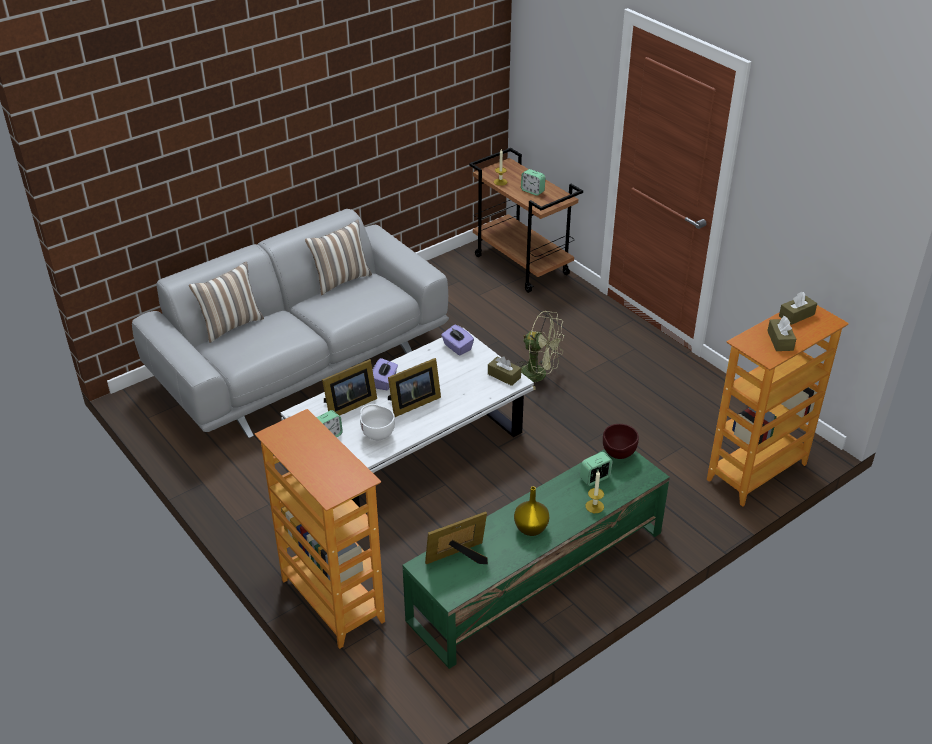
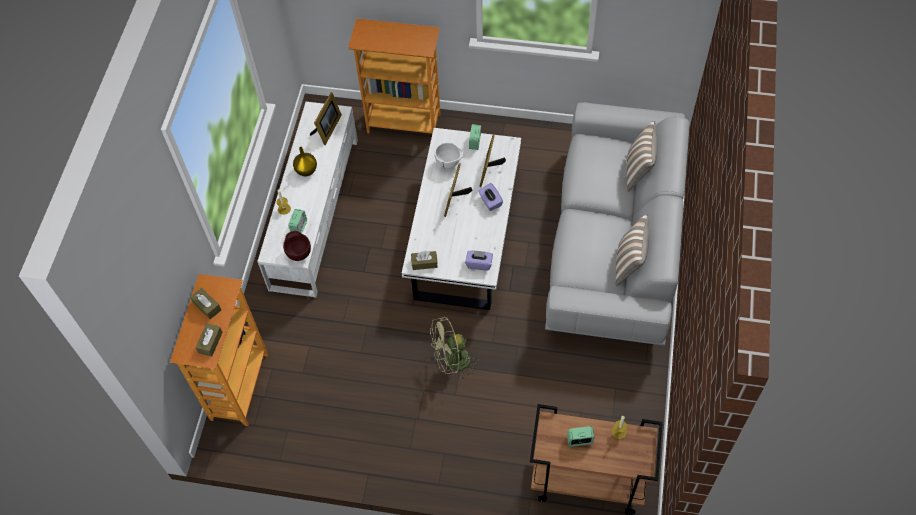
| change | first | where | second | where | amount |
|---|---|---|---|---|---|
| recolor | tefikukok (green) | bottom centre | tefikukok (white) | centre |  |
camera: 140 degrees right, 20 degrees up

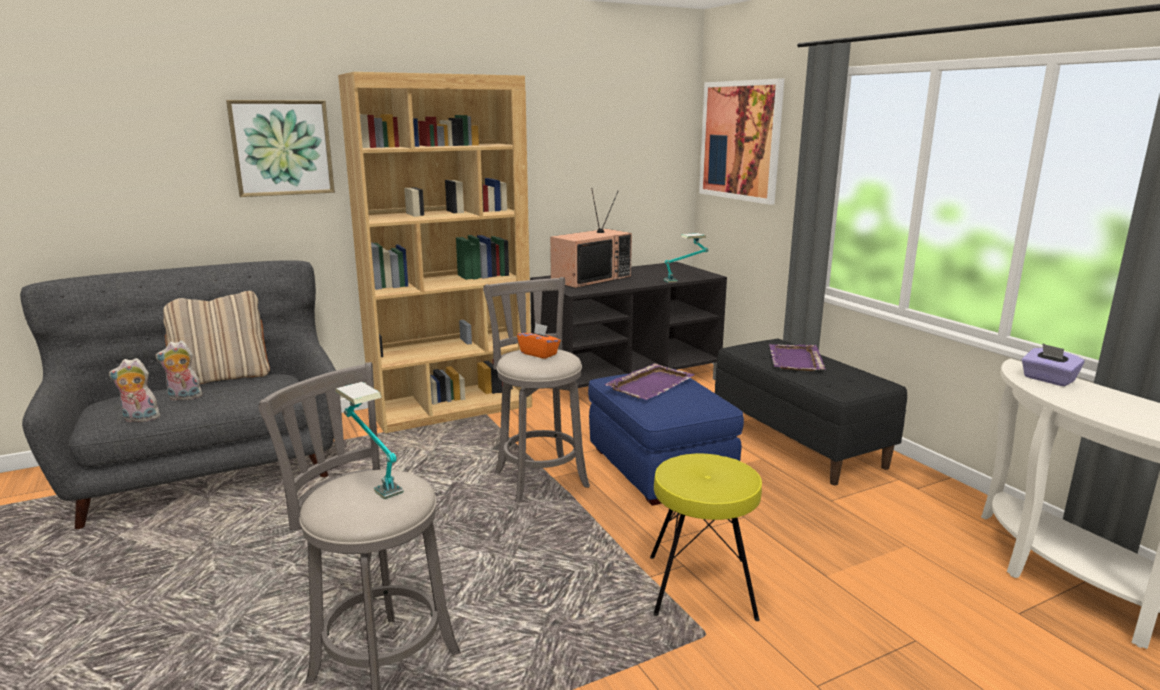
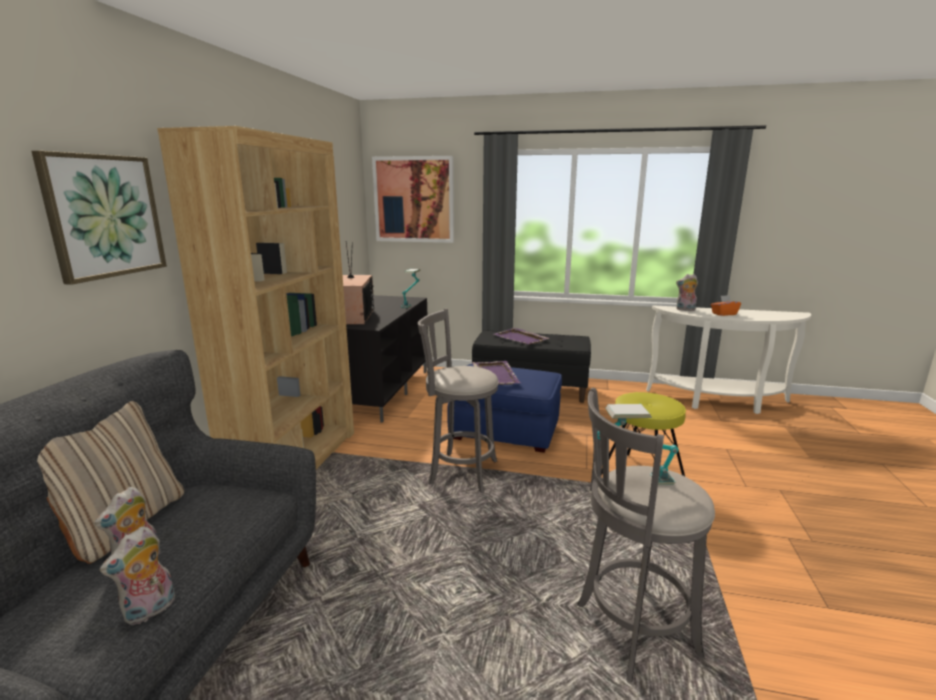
| change | first | where | second | where | amount |
|---|---|---|---|---|---|
| replace | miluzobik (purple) | middle right | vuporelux (3rd from left) | middle right |  |
| move | miluzobik (orange) | centre |  | middle right |  |
camera: 50 degrees left, 0 degrees up

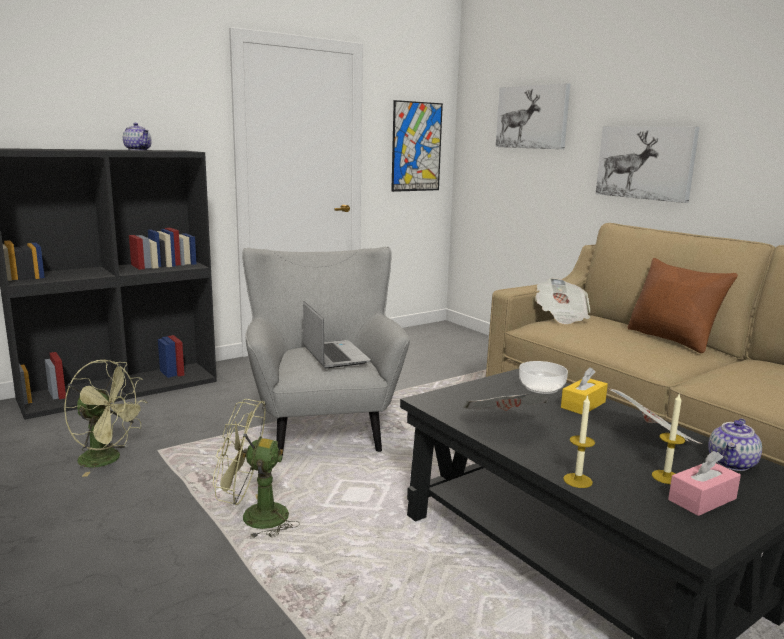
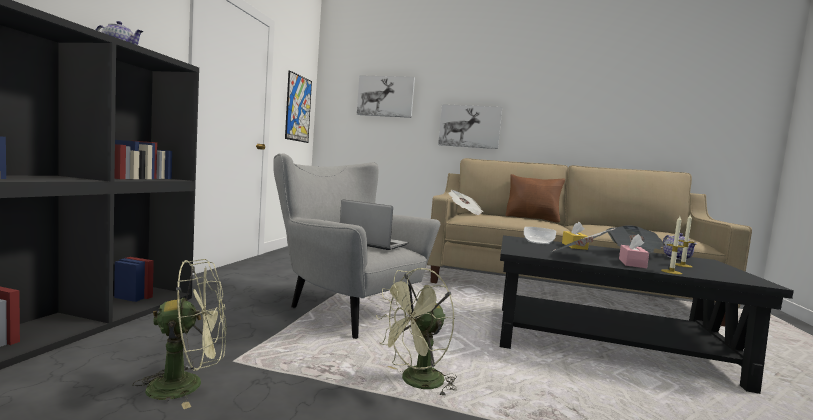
| change | first | where | second | where | amount |
|---|---|---|---|---|---|
| move | miluzobik (pink) | bottom right |  | middle right |  |
camera: 40 degrees left, 10 degrees down

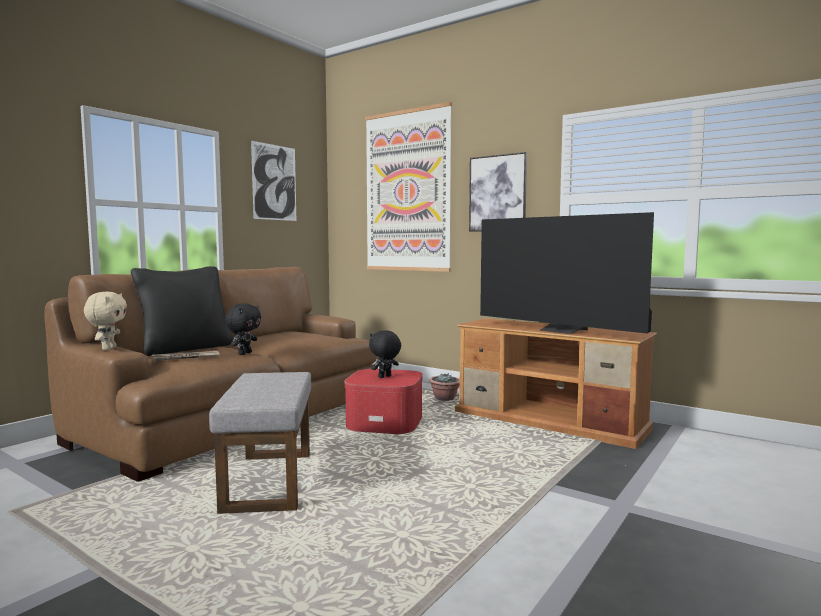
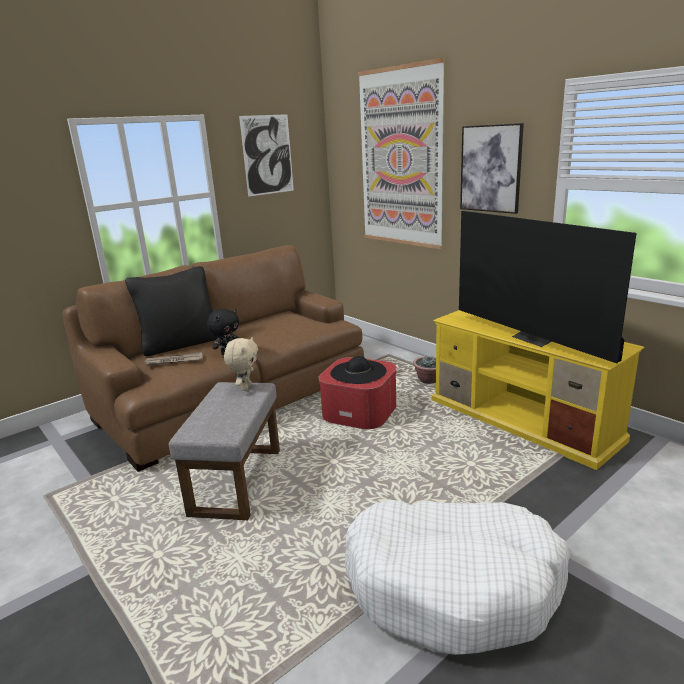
| change | first | where | second | where | amount |
|---|---|---|---|---|---|
| move | vuporelux (beige) | middle left |  | centre |  |
| replace | vuporelux (black) (2nd from left) | centre | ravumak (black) | centre |  |
| insert |  |  | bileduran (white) | bottom right |  |
| recolor | tefikukok (brown) | middle right | tefikukok (yellow) | middle right |  |
camera: 15 degrees right, 15 degrees up

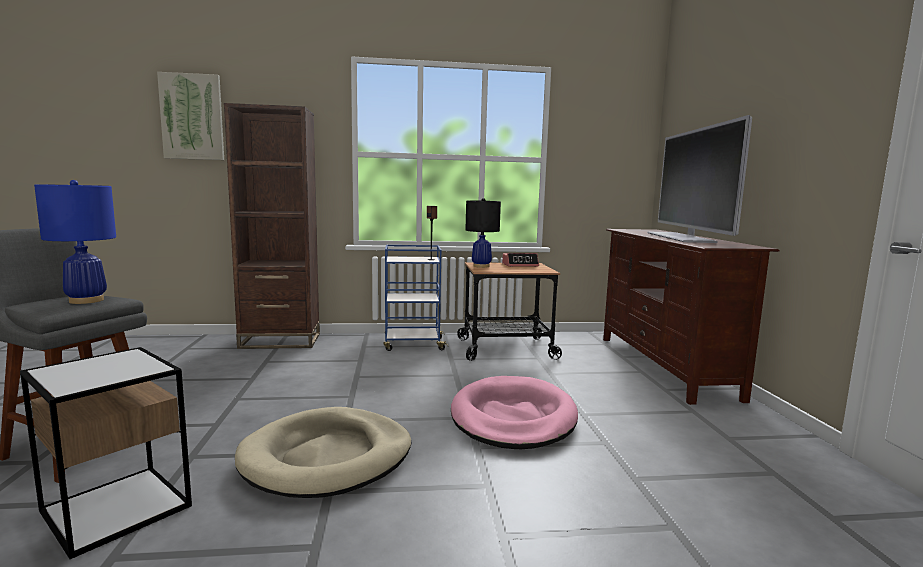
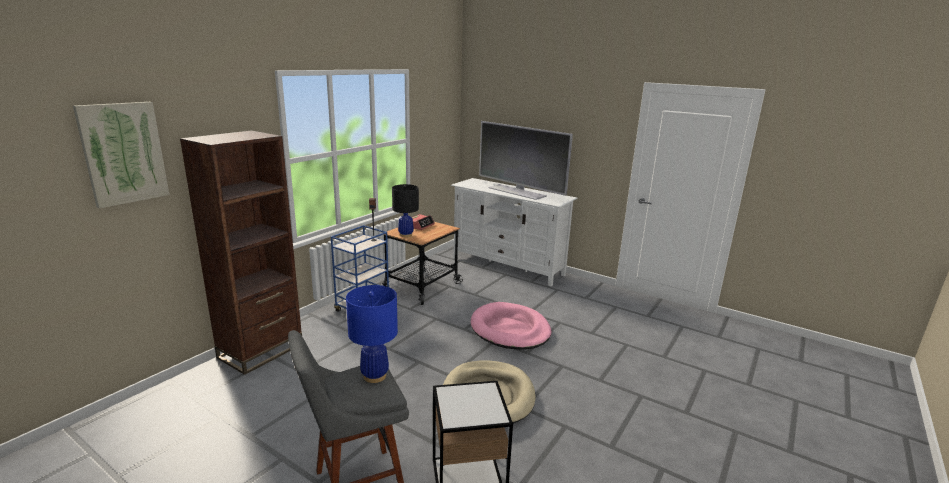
| change | first | where | second | where | amount |
|---|---|---|---|---|---|
| recolor | tefikukok (brown) | middle right | tefikukok (white) | centre |  |
camera: 50 degrees left, 10 degrees up

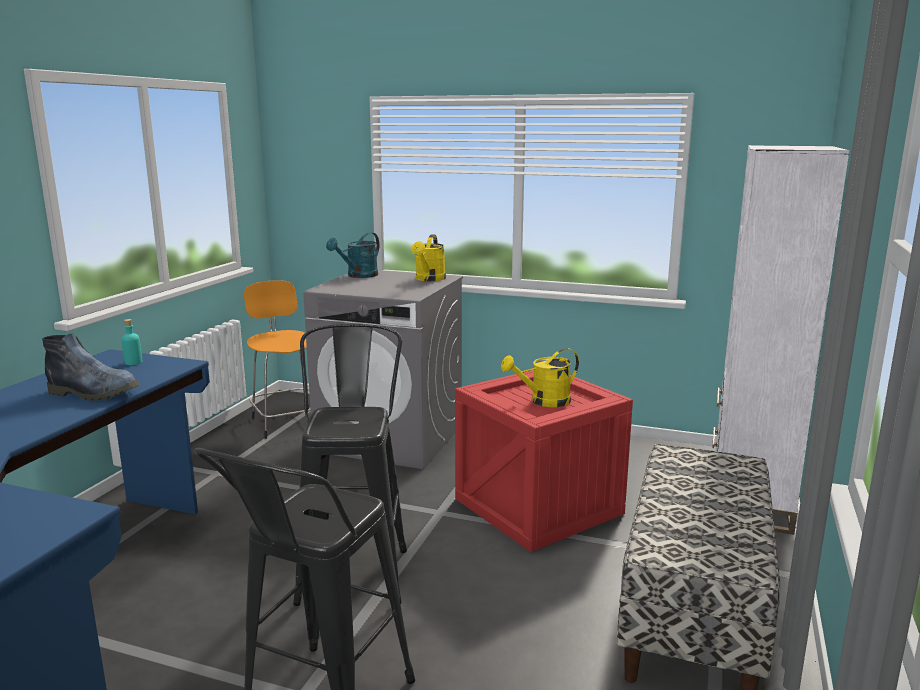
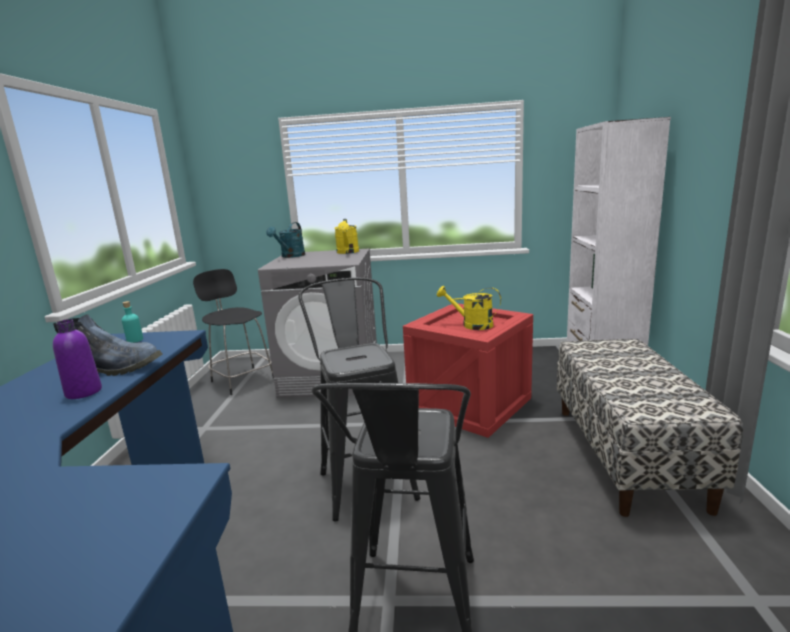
| change | first | where | second | where | amount |
|---|---|---|---|---|---|
| insert |  |  | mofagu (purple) | middle left |  |
| recolor | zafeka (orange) | middle left | zafeka (black) (1st from left) | middle left |  |
| rotate | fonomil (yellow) (2nd from left) | centre |  | centre | 60 degrees clockwise |
camera: 15 degrees left, 0 degrees up

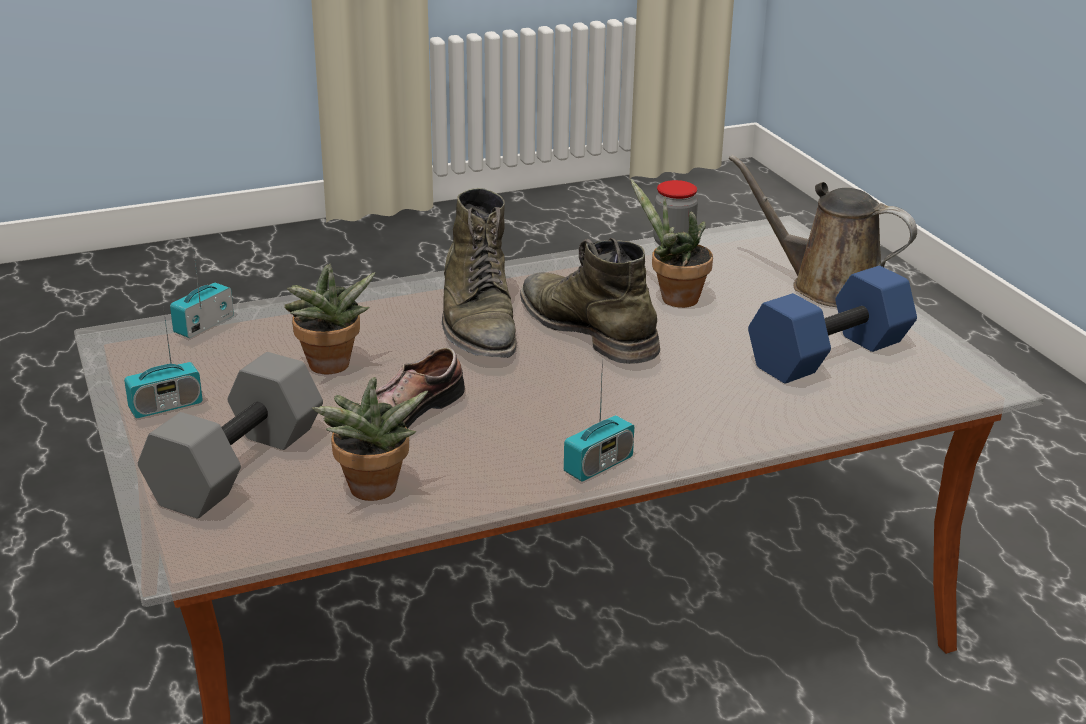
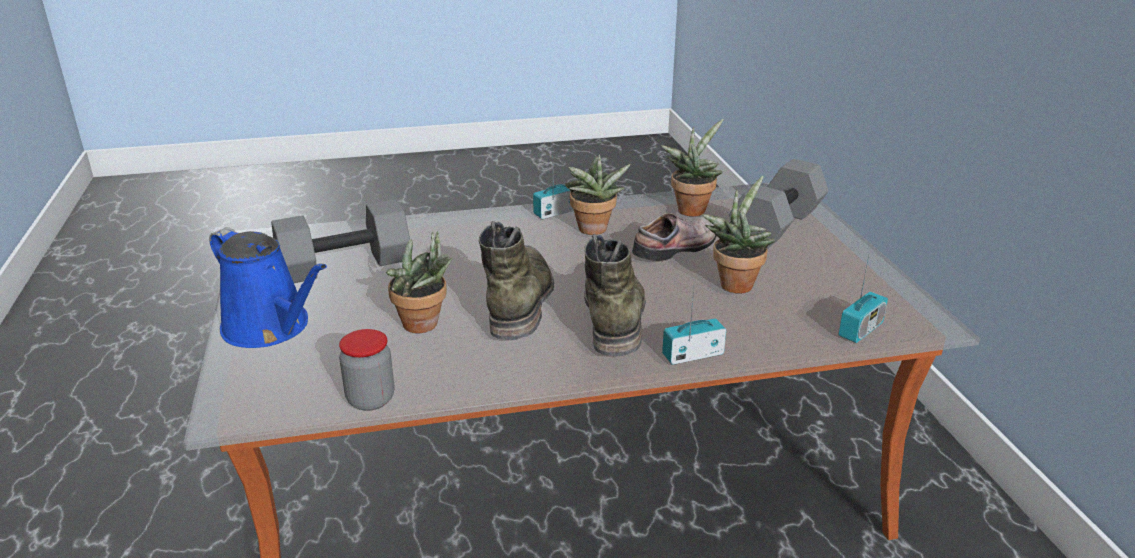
| change | first | where | second | where | amount |
|---|---|---|---|---|---|
| recolor | fonomil (brown) | top right | fonomil (blue) | middle left |  |
| recolor | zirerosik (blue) | middle right | zirerosik (grey) (1st from left) | middle left |  |
| rotate | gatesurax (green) (2nd from left in the first image) | centre | gatesurax (green) (1st from left) | centre | 150 degrees counterclockwise |
| insert |  |  | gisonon (2nd from left) | centre |  |
| move | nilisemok (1st from left in the first image) | middle left | nilisemok (2nd from left) | centre |  |
camera: 170 degrees left, 0 degrees up

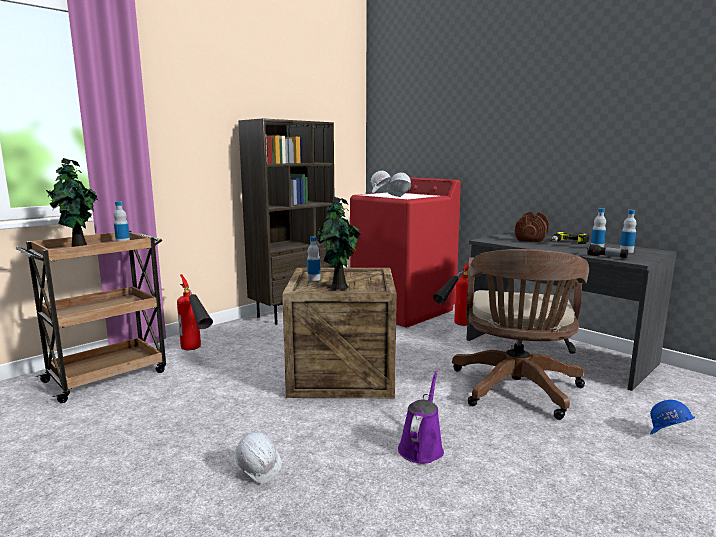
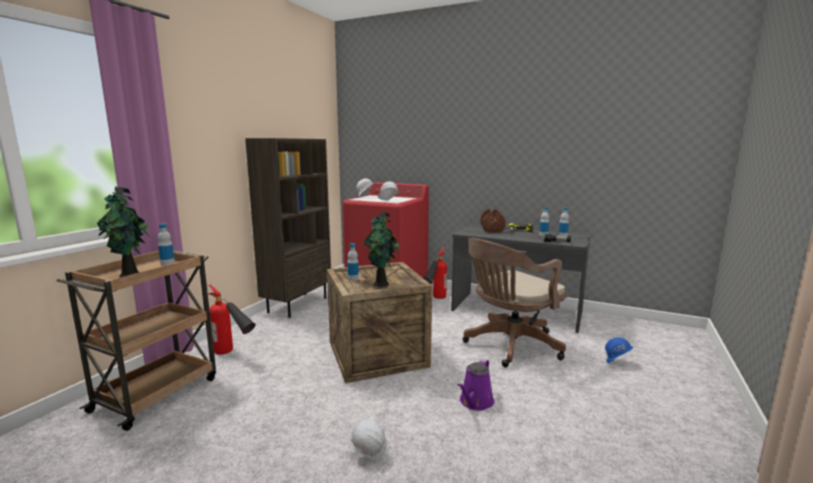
| change | first | where | second | where | amount |
|---|---|---|---|---|---|
| rotate | fonomil (purple) | bottom centre |  | bottom centre | 150 degrees counterclockwise |
| rotate | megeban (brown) | middle right |  | centre | 60 degrees clockwise |
camera: 20 degrees left, 0 degrees up

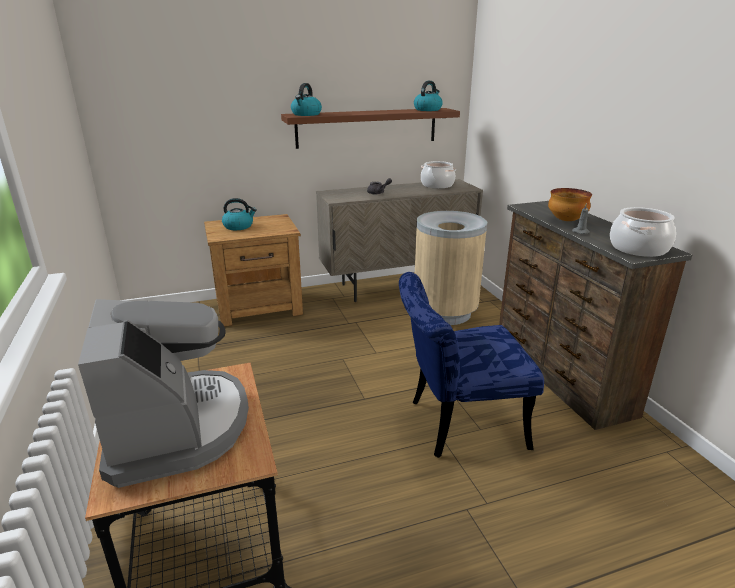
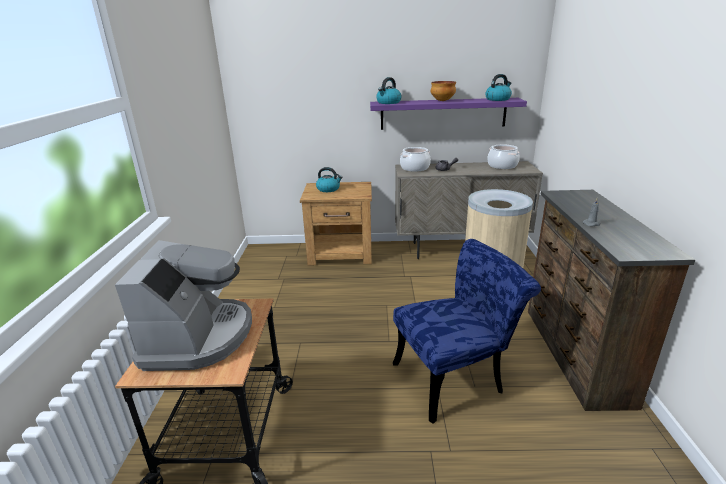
| change | first | where | second | where | amount |
|---|---|---|---|---|---|
| recolor | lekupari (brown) | top centre | lekupari (purple) | top centre |  |
| rotate | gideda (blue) | centre |  | bottom centre | 150 degrees clockwise |
| move | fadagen (2nd from left in the first image) | middle right | fadagen (1st from left) | top centre |  |
| move | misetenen | middle right |  | top centre |  |
camera: 20 degrees right, 0 degrees up

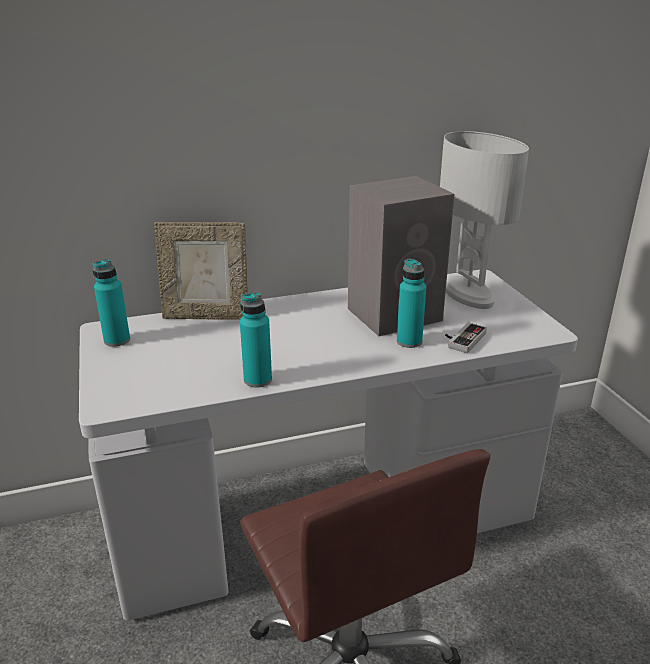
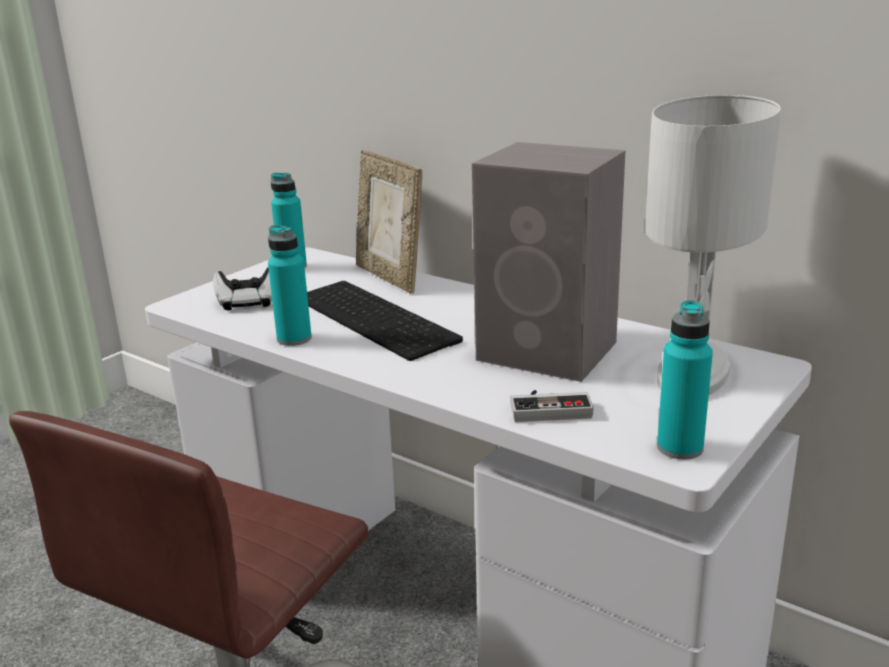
| change | first | where | second | where | amount |
|---|---|---|---|---|---|
| insert |  |  | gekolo (1st from left) | middle left |  |
| insert |  |  | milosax | centre |  |
| move | mofagu (turquoise) (3rd from left) | centre |  | middle right |  |
camera: 55 degrees right, 5 degrees down

